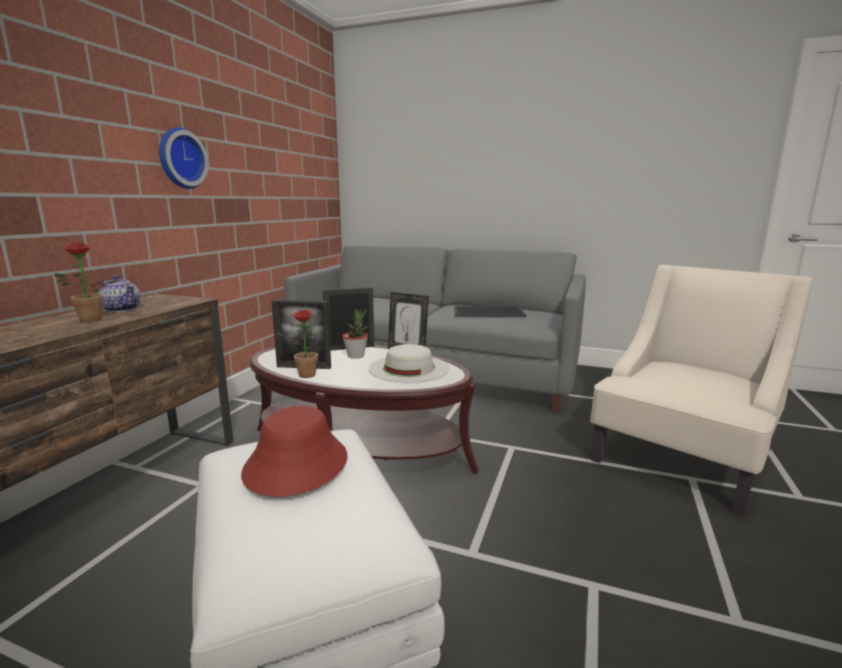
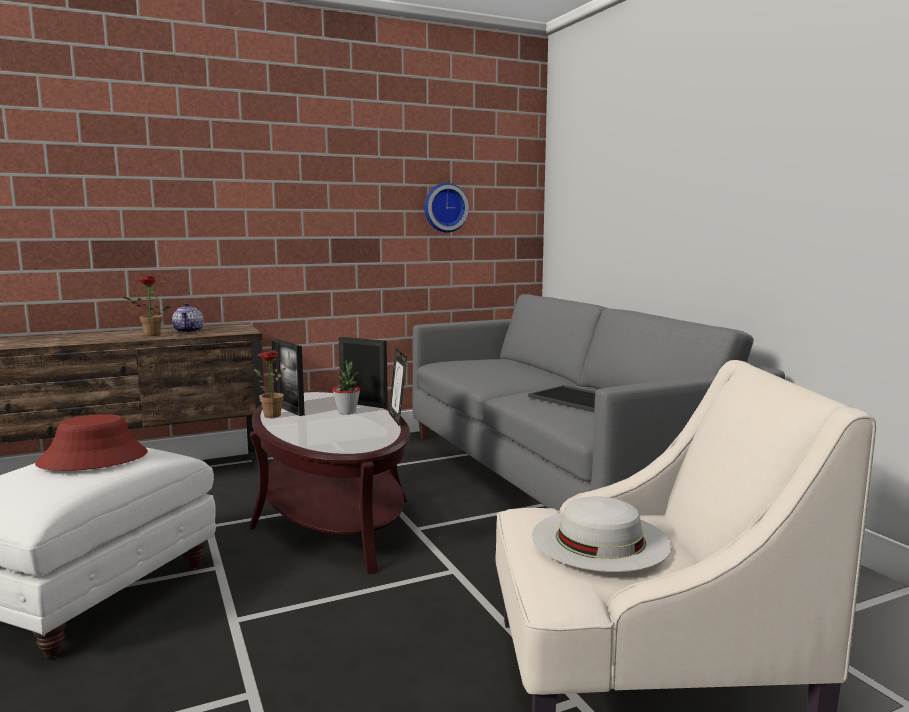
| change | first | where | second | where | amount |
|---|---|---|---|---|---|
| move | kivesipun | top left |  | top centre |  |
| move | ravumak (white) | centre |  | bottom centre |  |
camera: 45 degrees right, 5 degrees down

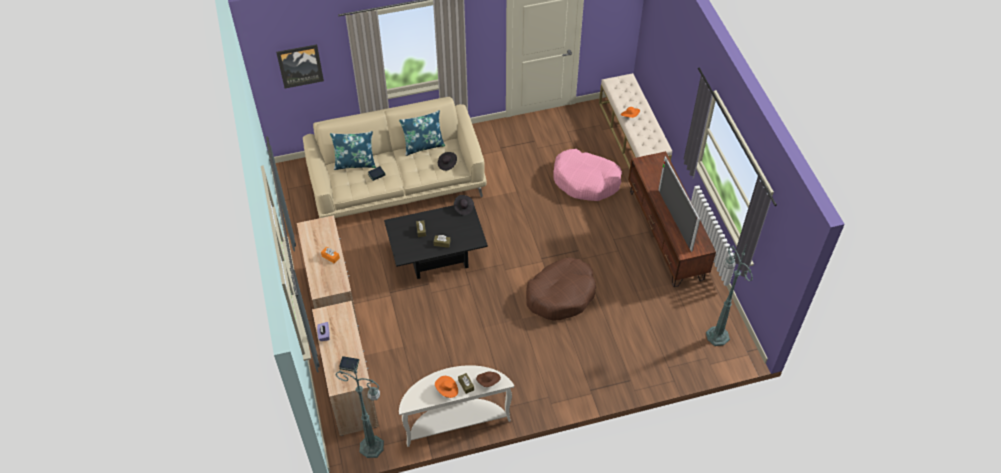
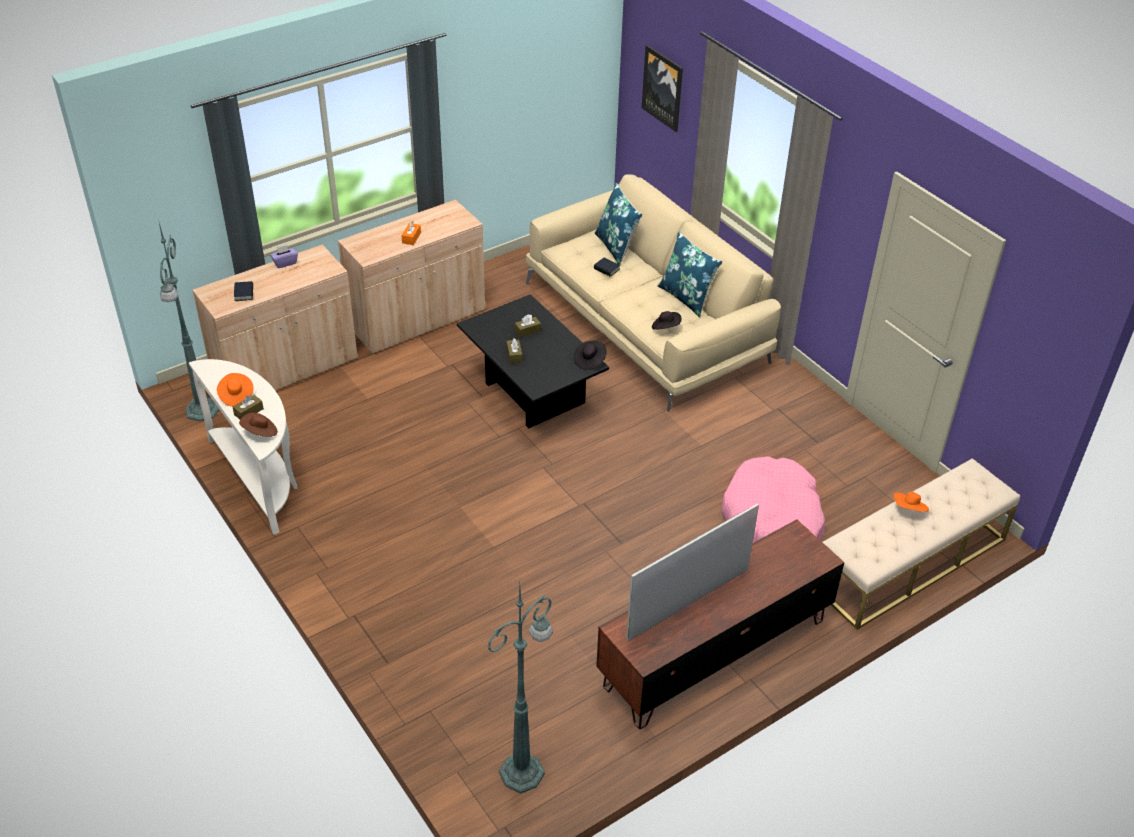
| change | first | where | second | where | amount |
|---|---|---|---|---|---|
| delete | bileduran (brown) | centre |  |  |  |
camera: 70 degrees right, 10 degrees down

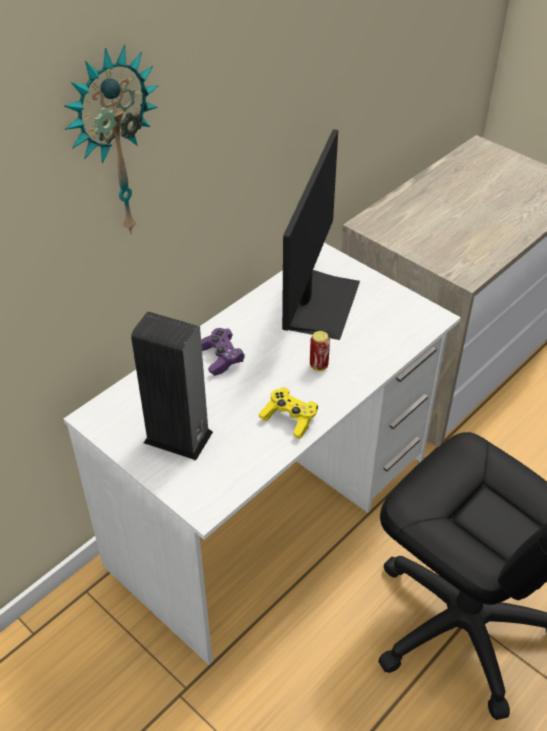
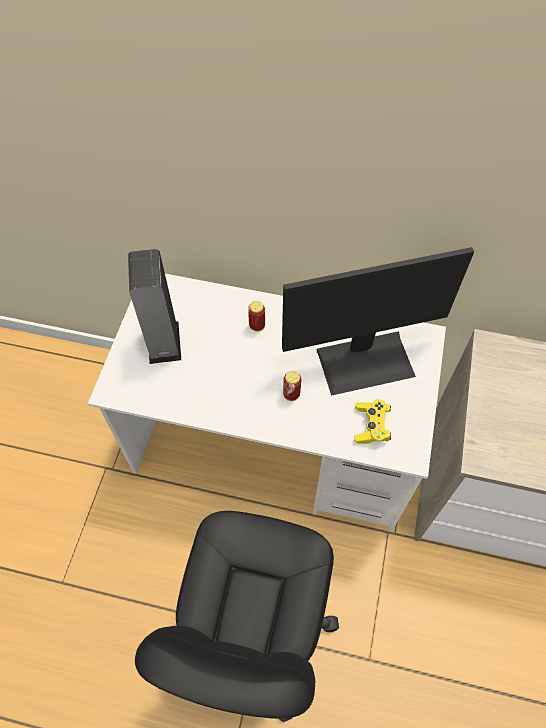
| change | first | where | second | where | amount |
|---|---|---|---|---|---|
| replace | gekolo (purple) | centre | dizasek (1st from left) | centre |  |
| move | gekolo (yellow) | centre |  | middle right |  |
| delete | kivesipun | top left |  |  |  |
camera: 60 degrees right, 15 degrees up

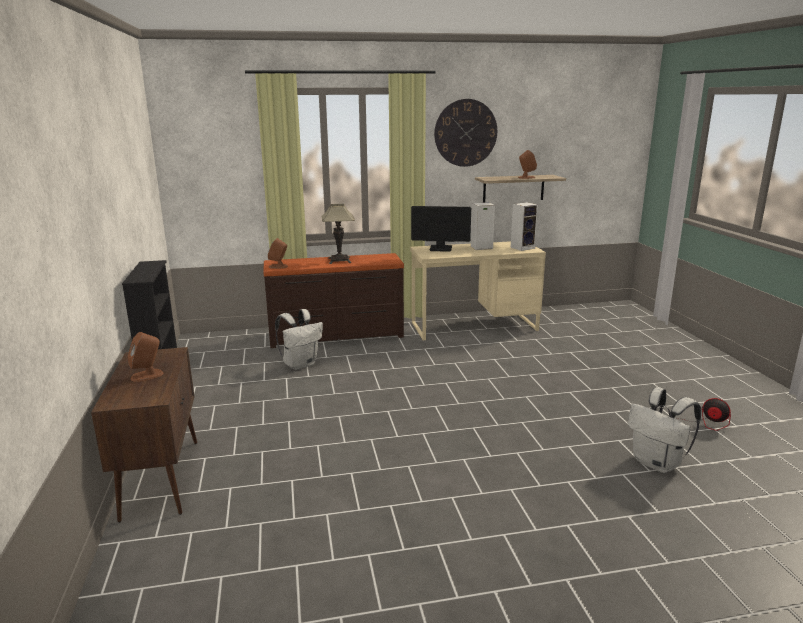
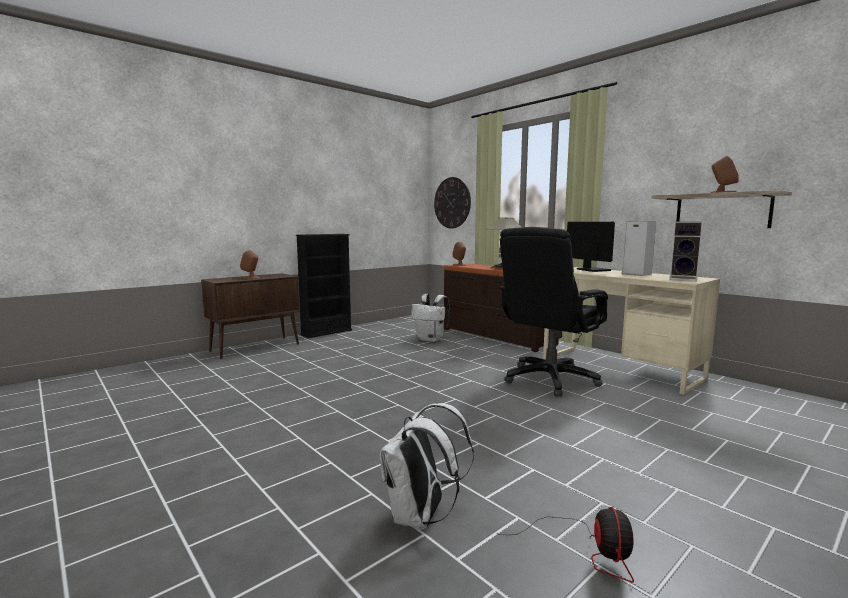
| change | first | where | second | where | amount |
|---|---|---|---|---|---|
| move | kivesipun | top centre |  | centre |  |
| insert |  |  | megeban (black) | centre |  |
camera: 60 degrees right, 10 degrees down

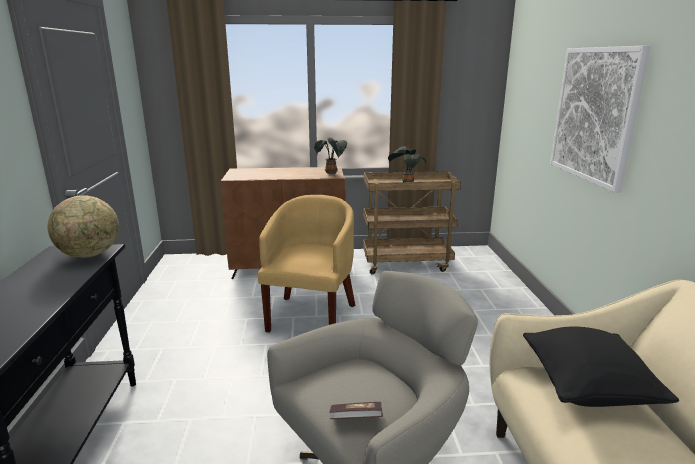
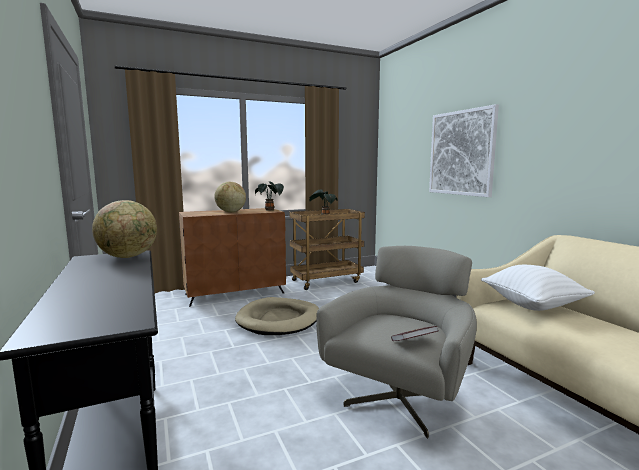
| change | first | where | second | where | amount |
|---|---|---|---|---|---|
| insert |  |  | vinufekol (2nd from left) | centre |  |
| replace | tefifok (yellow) | centre | bileduran (beige) | bottom centre |  |
| recolor | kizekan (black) | bottom right | kizekan (white) | middle right |  |
camera: 20 degrees left, 10 degrees down

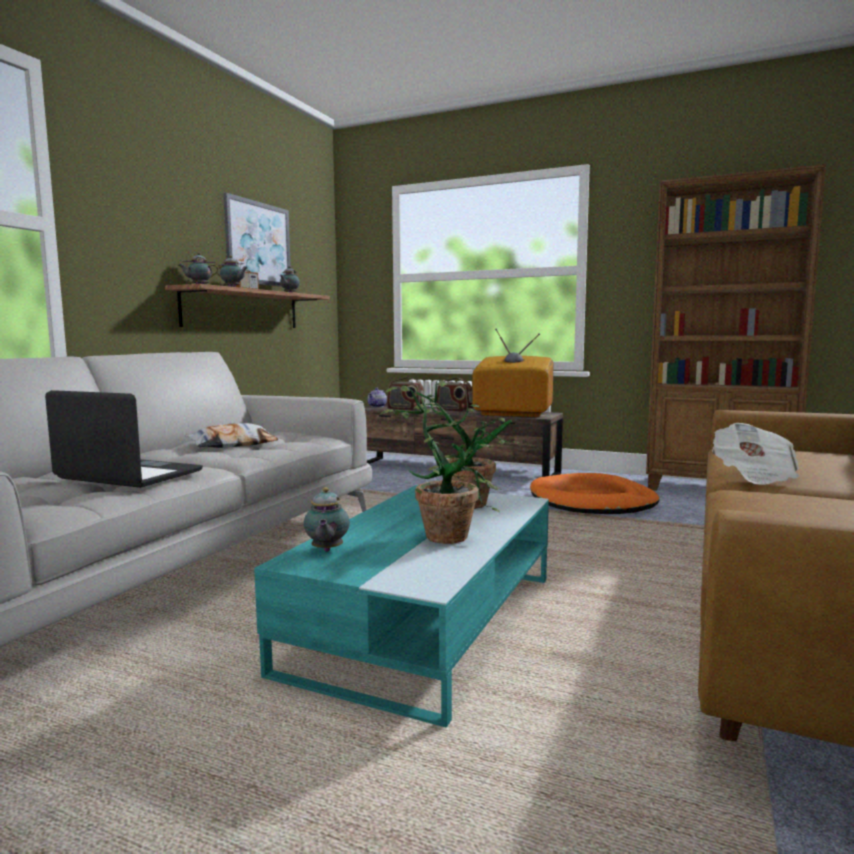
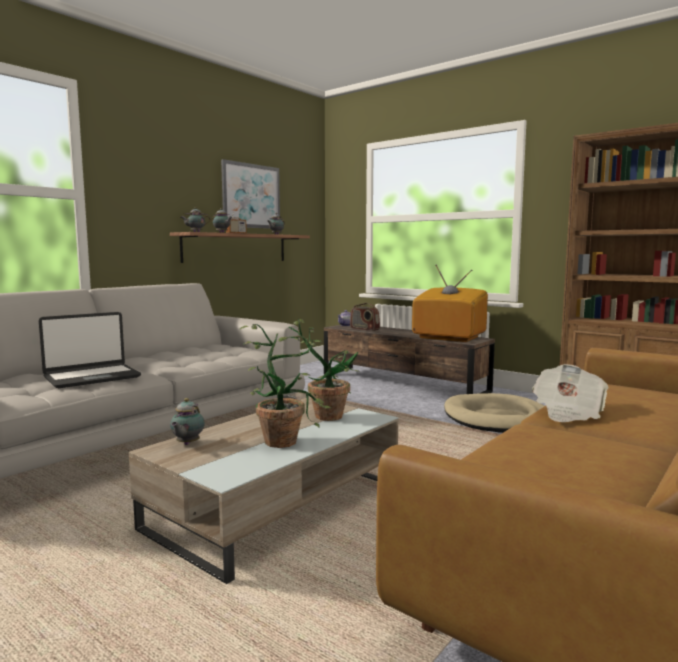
| change | first | where | second | where | amount |
|---|---|---|---|---|---|
| rotate | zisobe | middle left |  | middle left | 105 degrees clockwise |
| recolor | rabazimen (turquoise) | bottom centre | rabazimen (beige) | bottom centre |  |
| recolor | bileduran (orange) | middle right | bileduran (beige) | middle right |  |
| delete | kizekan | middle left |  |  |  |
| delete | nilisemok (3rd from left) | centre |  |  |  |
camera: 15 degrees right, 0 degrees up

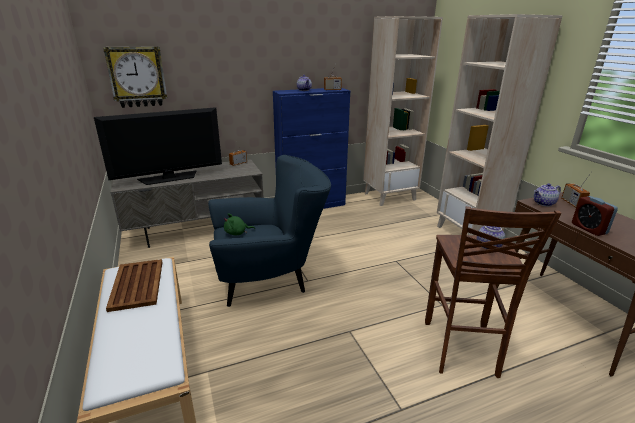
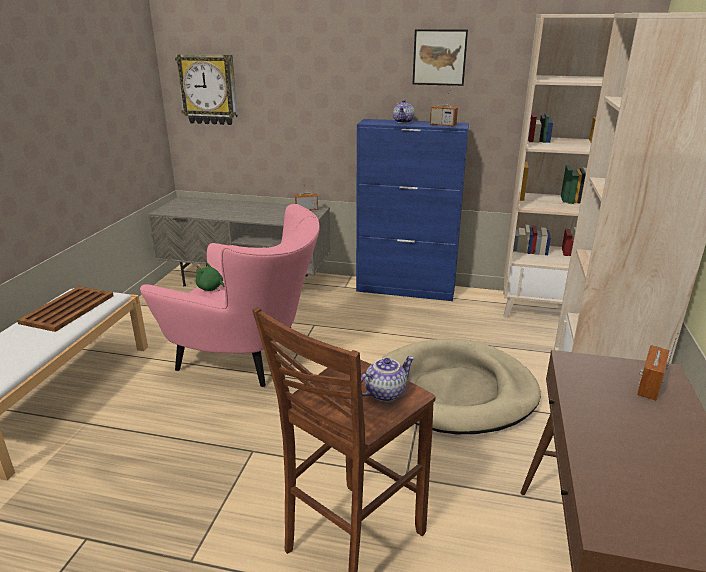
| change | first | where | second | where | amount |
|---|---|---|---|---|---|
| recolor | tefifok (blue) | centre | tefifok (pink) | middle left |  |
| insert |  |  | bileduran (beige) | bottom centre |  |
| insert |  |  | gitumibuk | top centre |  |
| delete | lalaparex | middle left |  |  |  |
| delete | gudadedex (3rd from left) | middle right |  |  |  |
| delete | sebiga | middle right |  |  |  |
camera: 35 degrees right, 0 degrees up

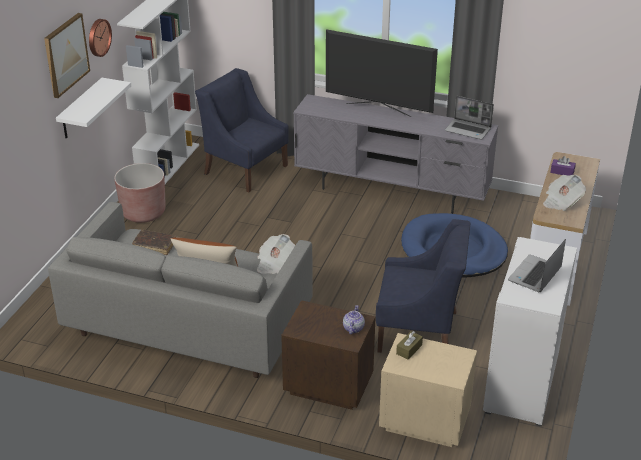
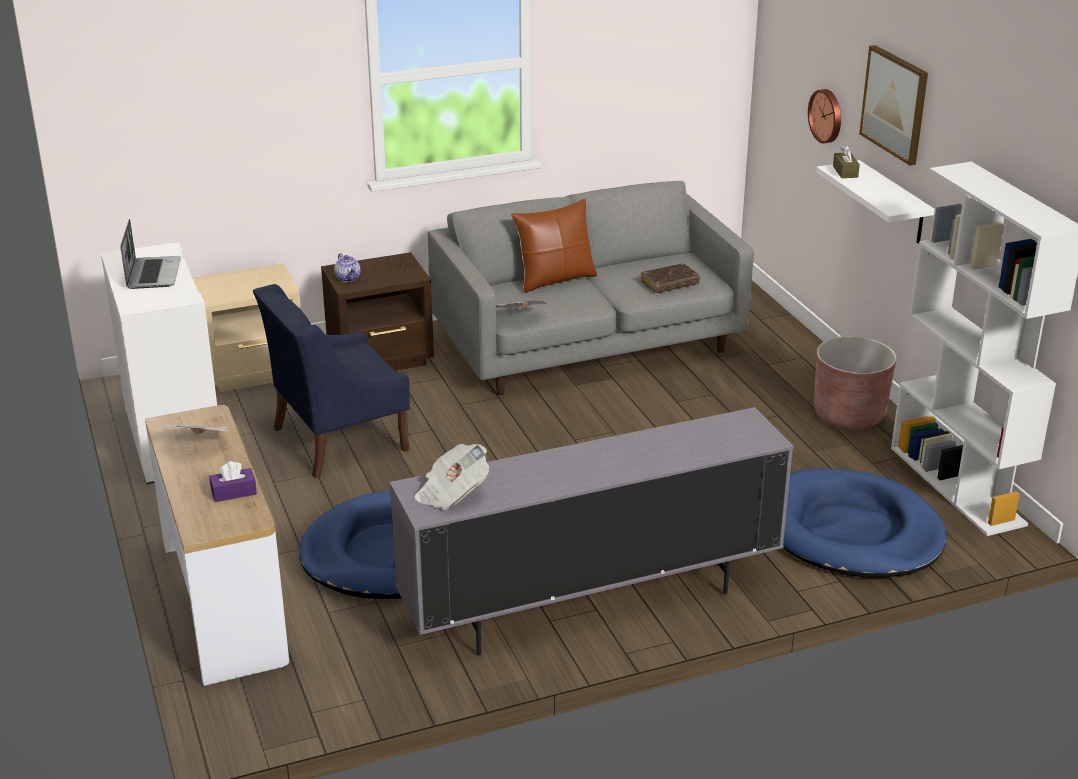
| change | first | where | second | where | amount |
|---|---|---|---|---|---|
| replace | zisobe (1st from left) | top right | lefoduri (2nd from left) | centre |  |
| replace | tefifok (blue) (1st from left) | top centre | bileduran (blue) (2nd from left) | bottom right |  |
| move | kivesipun | top left |  | top right |  |
| move | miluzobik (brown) | bottom centre |  | top right |  |
| delete | lalaparex | top centre |  |  |  |
camera: 140 degrees right, 5 degrees down

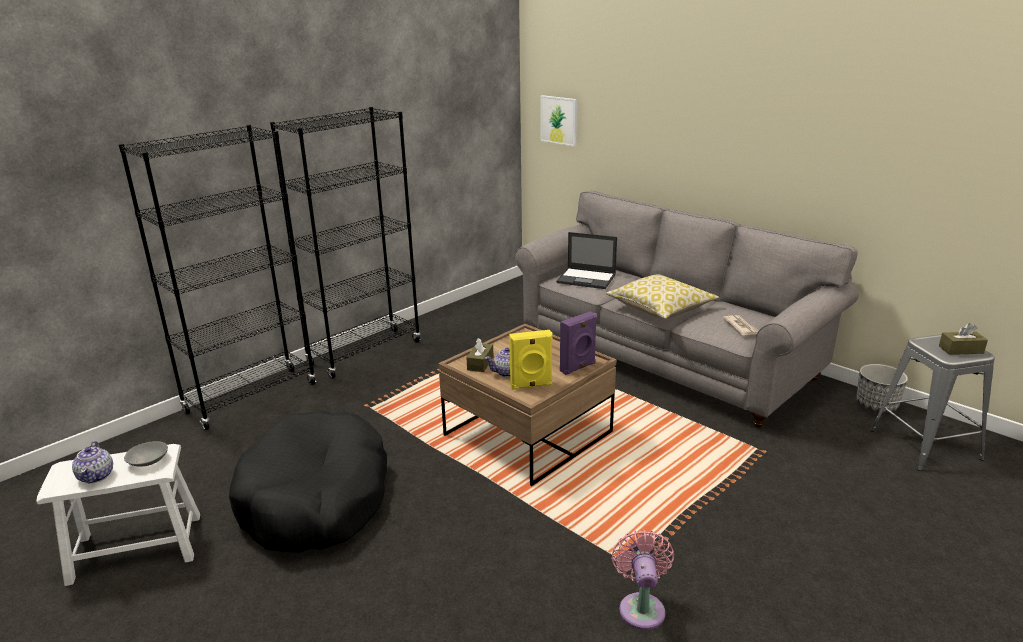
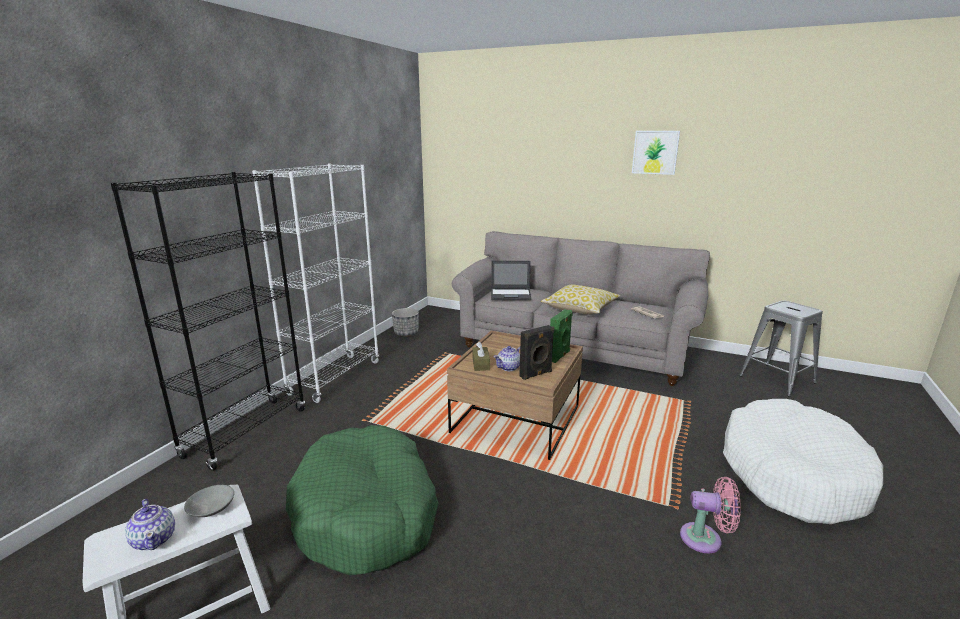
| change | first | where | second | where | amount |
|---|---|---|---|---|---|
| recolor | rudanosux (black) (2nd from left) | centre | rudanosux (white) | middle left |  |
| recolor | bileduran (black) | bottom left | bileduran (green) | bottom centre |  |
| move | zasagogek | middle right |  | centre |  |
| recolor | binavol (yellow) | centre | binavol (black) | centre |  |
| recolor | binavol (purple) | centre | binavol (green) | centre |  |
| move | gitumibuk | top centre |  | top right |  |
| rotate | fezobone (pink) | bottom centre |  | bottom right | 120 degrees clockwise |
| insert |  |  | bileduran (white) | bottom right |  |
| delete | miluzobik (brown) (2nd from left) | middle right |  |  |  |
camera: 20 degrees left, 5 degrees down

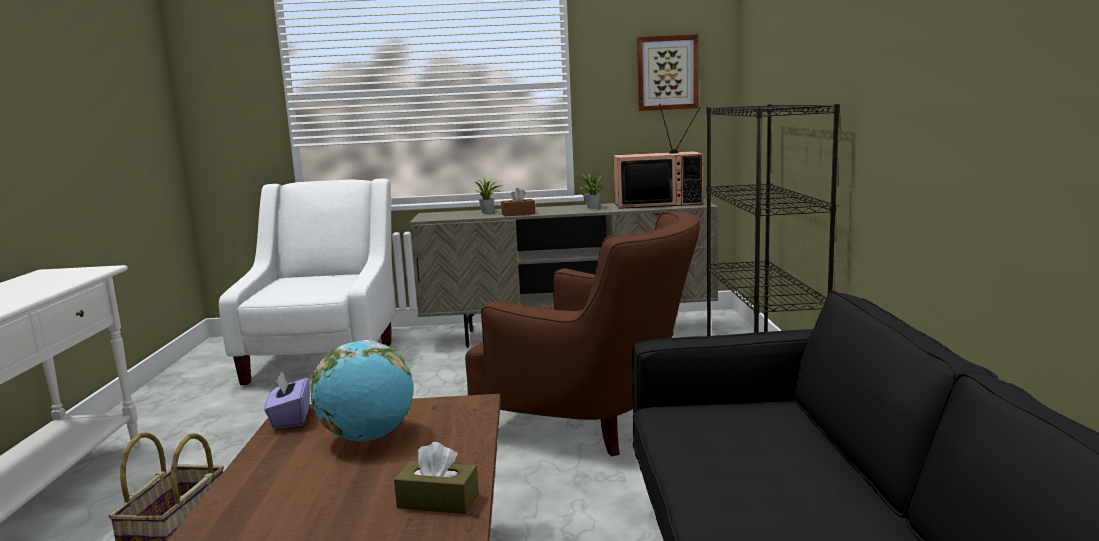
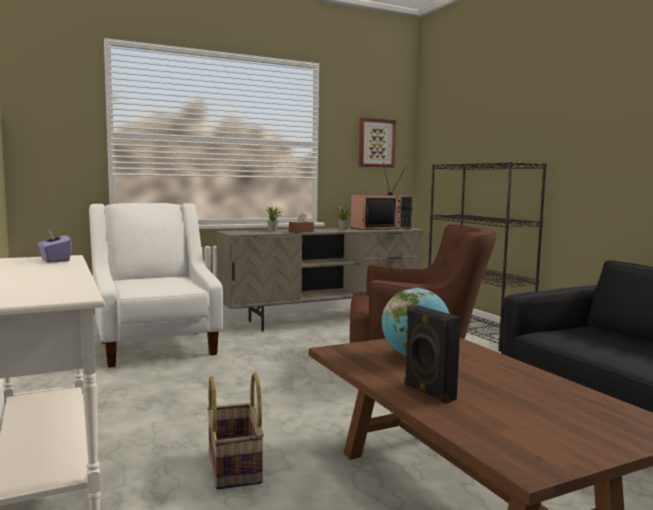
| change | first | where | second | where | amount |
|---|---|---|---|---|---|
| move | miluzobik (purple) | bottom left |  | middle left |  |
| insert |  |  | binavol (black) | bottom centre |  |
| delete | miluzobik (brown) (1st from left) | bottom centre |  |  |  |
camera: 25 degrees left, 5 degrees down

